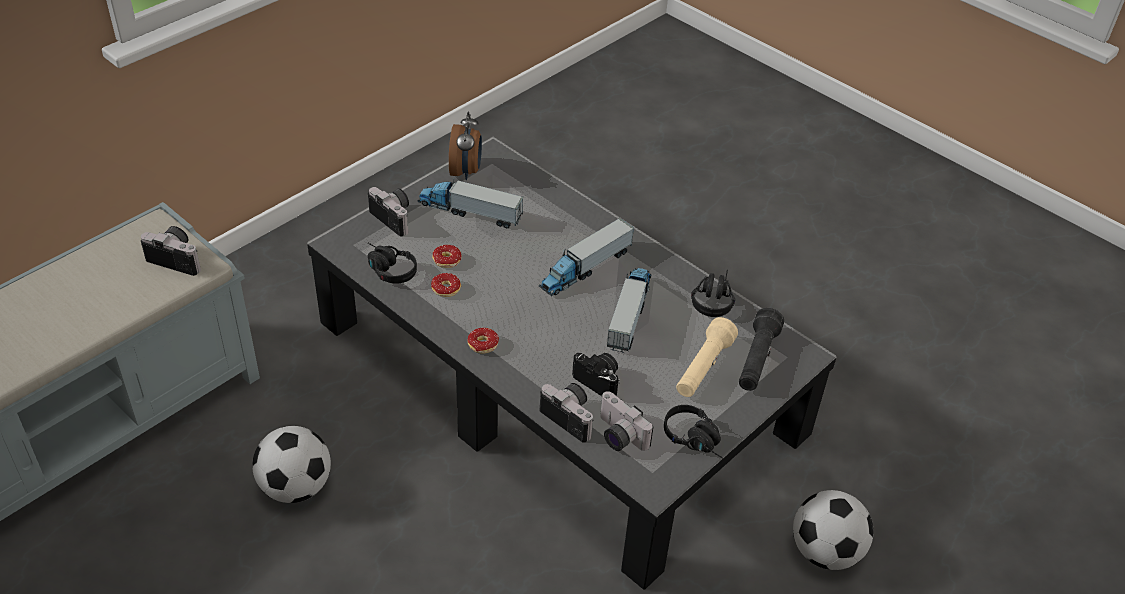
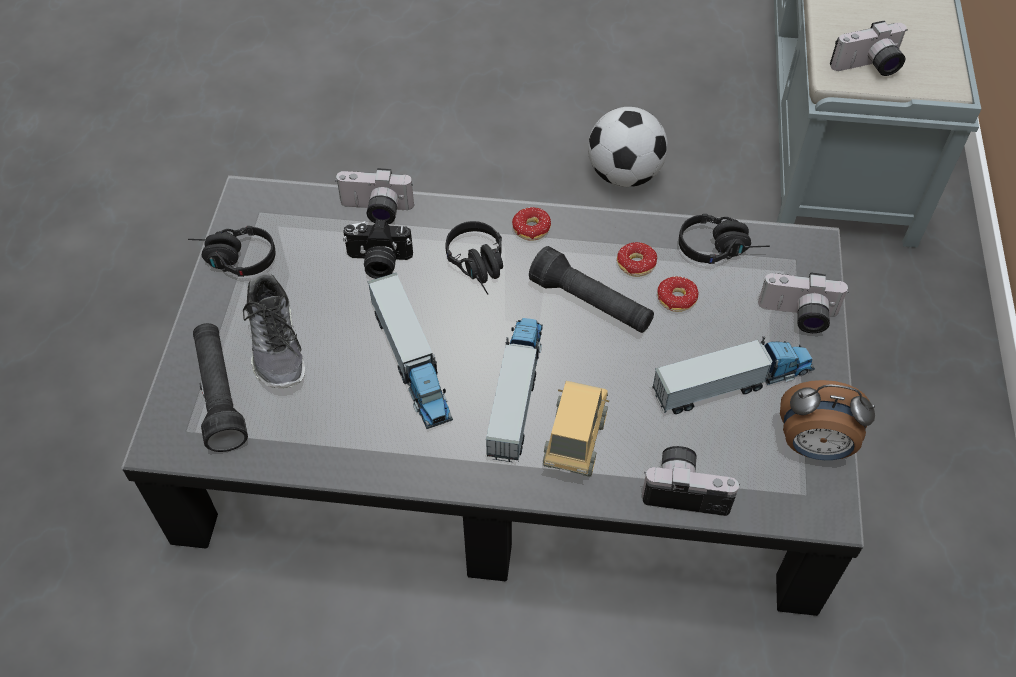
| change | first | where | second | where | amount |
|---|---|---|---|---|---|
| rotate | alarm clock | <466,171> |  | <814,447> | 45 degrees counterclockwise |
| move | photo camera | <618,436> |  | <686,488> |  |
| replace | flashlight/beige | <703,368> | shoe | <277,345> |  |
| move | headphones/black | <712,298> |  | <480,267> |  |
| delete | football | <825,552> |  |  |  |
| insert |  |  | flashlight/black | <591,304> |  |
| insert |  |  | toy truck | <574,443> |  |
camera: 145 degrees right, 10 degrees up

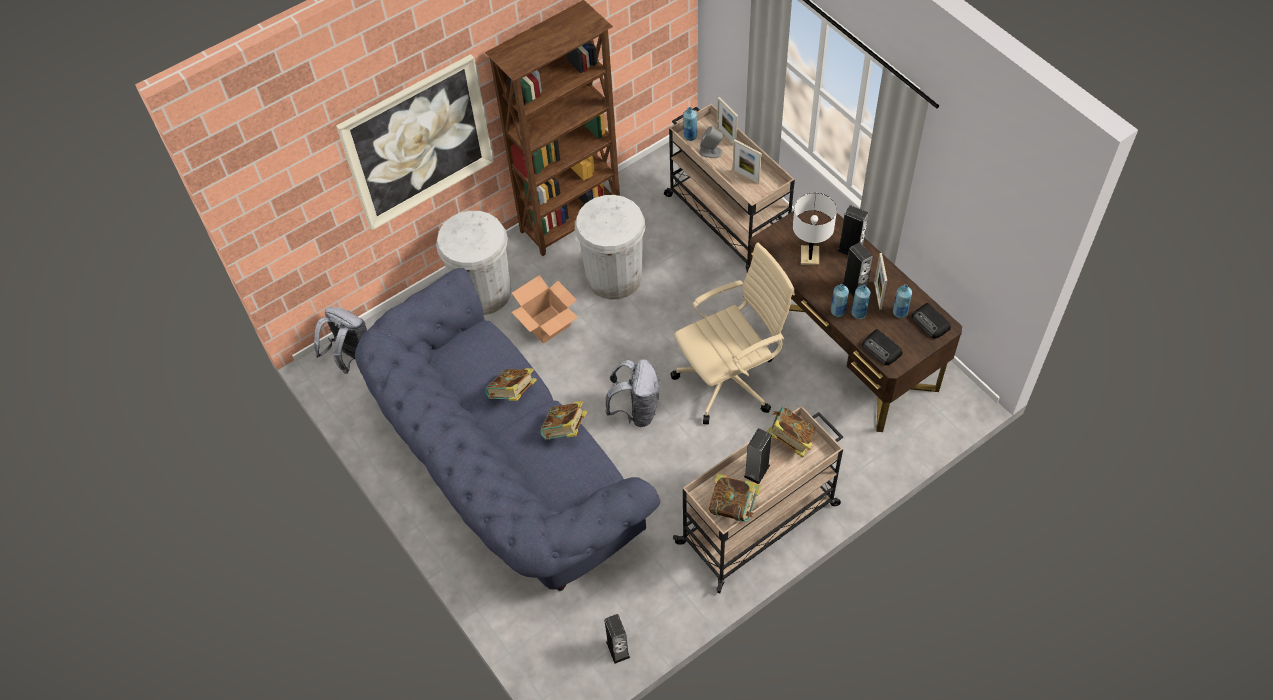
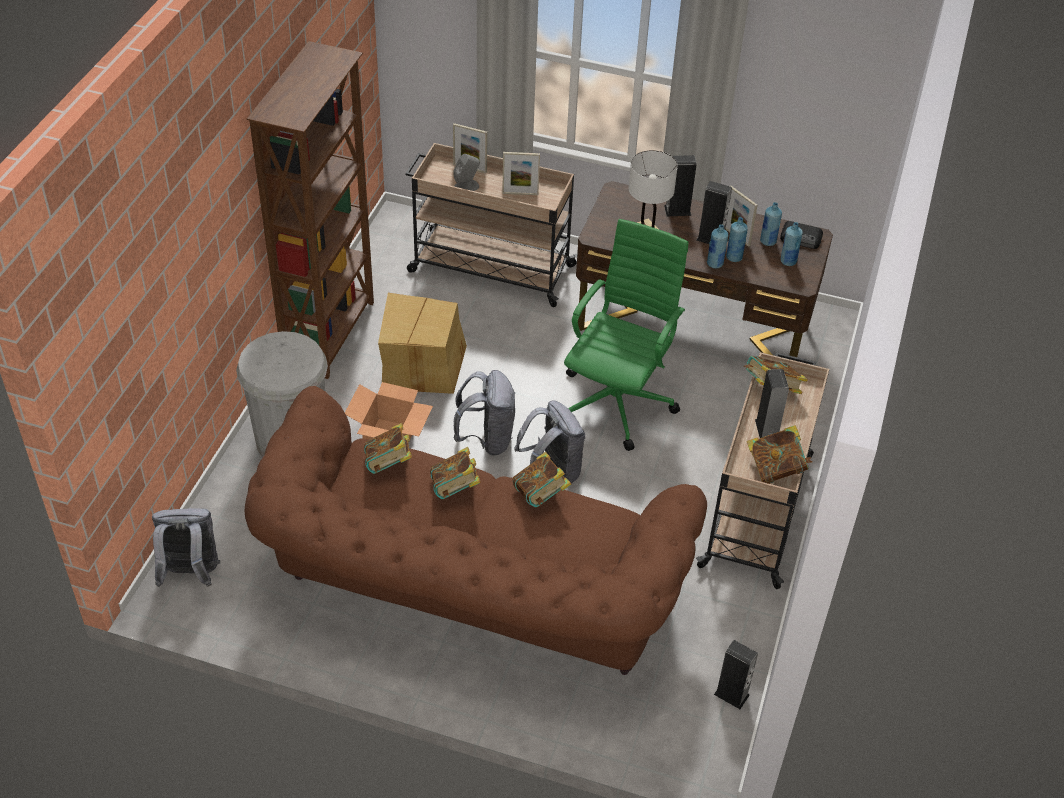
| change | first | where | second | where | amount |
|---|---|---|---|---|---|
| delete | picture | <418,142> |  |  |  |
| recolor | sofa/blue | <505,471> | sofa/brown | <468,595> |  |
| replace | trash can/white | <614,277> | cardboard box | <421,364> |  |
| recolor | office chair/beige | <730,379> | office chair/green | <617,401> |  |
| move | bottle/blue | <690,136> |  | <788,261> |  |
| delete | radio | <882,349> |  |  |  |
| insert |  |  | book | <388,464> |  |
| insert |  |  | backpack/grey | <487,439> |  |
camera: 40 degrees left, 10 degrees down

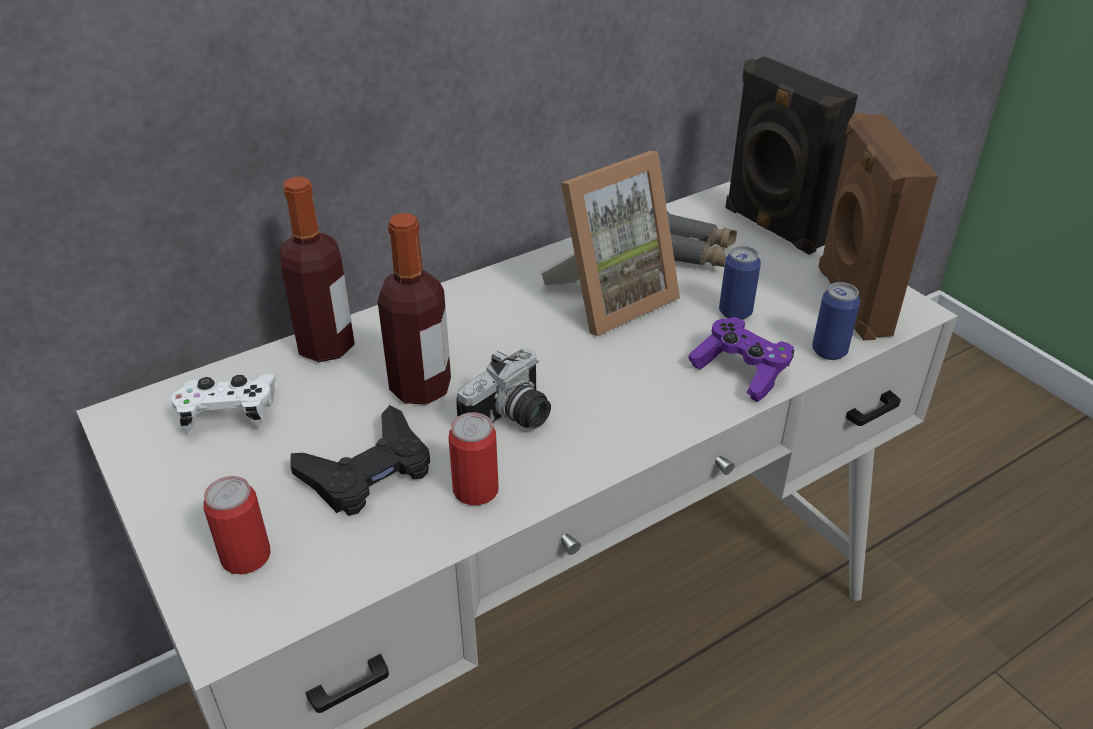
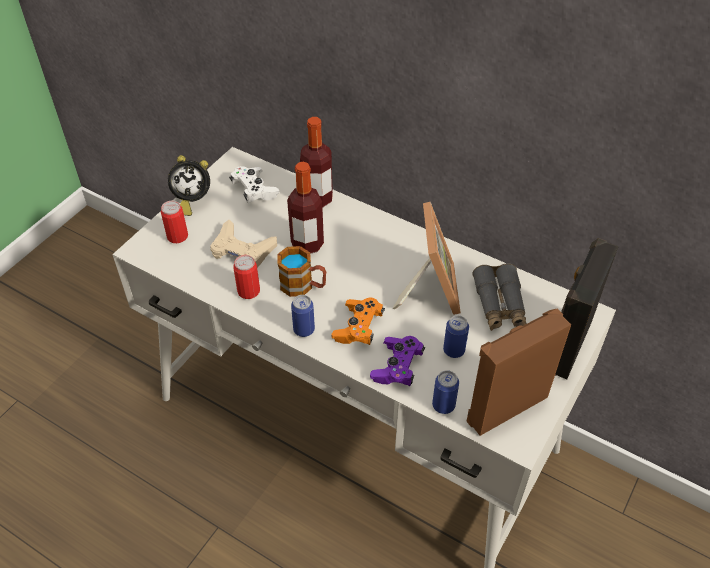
| change | first | where | second | where | amount |
|---|---|---|---|---|---|
| recolor | game controller/black | <368,471> | game controller/beige | <242,250> |  |
| replace | photo camera | <512,419> | mug | <303,286> |  |
| rotate | picture frame | <610,298> |  | <429,289> | 120 degrees counterclockwise |
| insert |  |  | alarm clock | <191,201> |  |
| insert |  |  | can | <304,330> |  |
| insert |  |  | game controller/orange | <358,328> |  |
camera: 65 degrees right, 10 degrees up

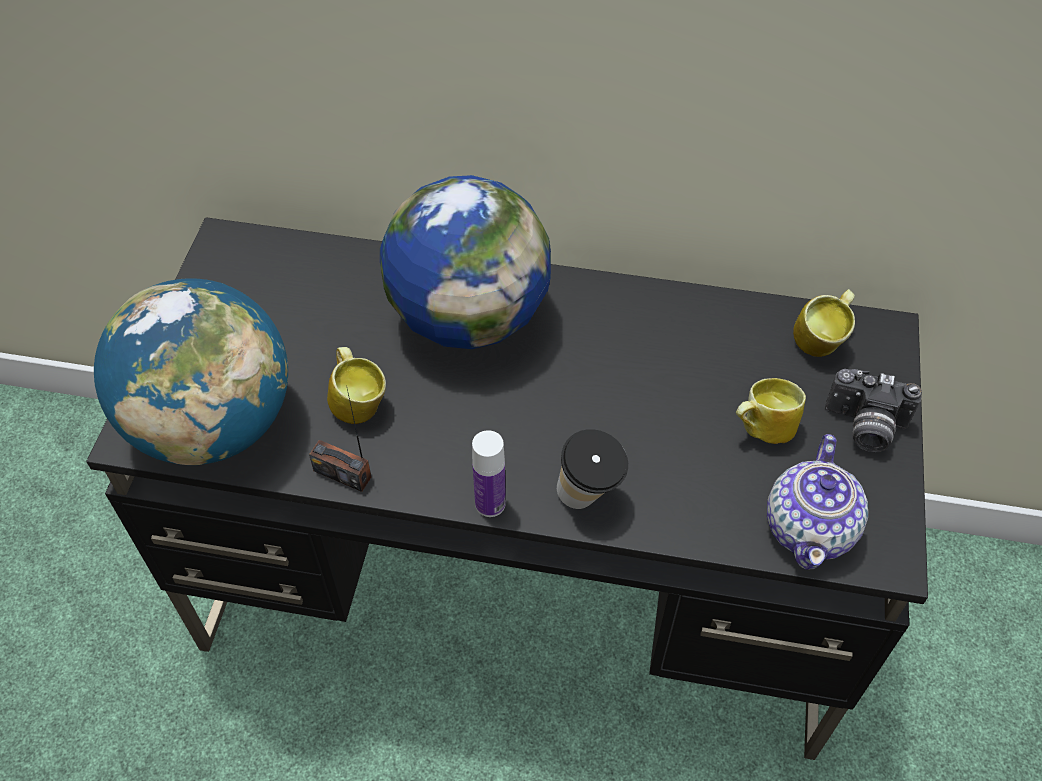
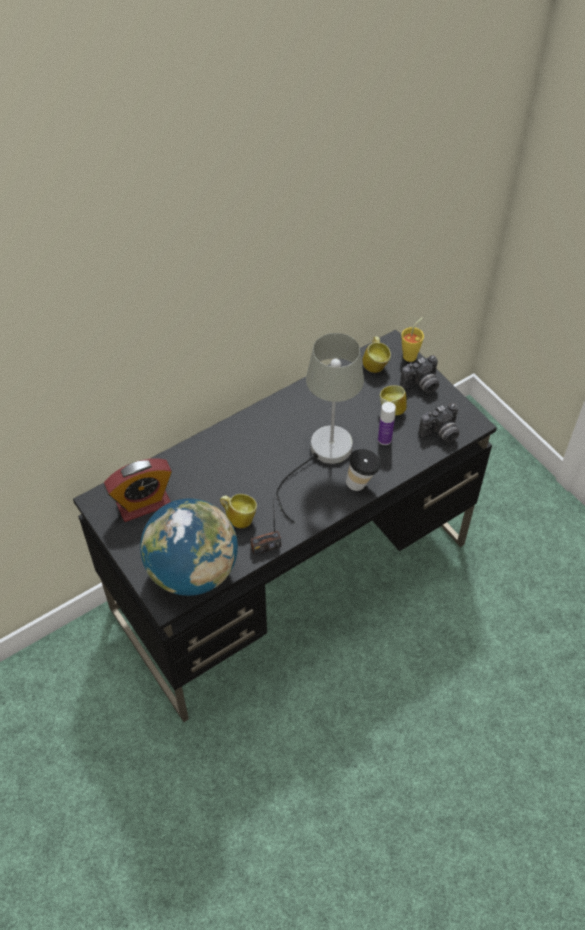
| change | first | where | second | where | amount |
|---|---|---|---|---|---|
| delete | globe | <469,318> |  |  |  |
| move | bottle | <490,504> |  | <384,439> |  |
| replace | teapot | <810,527> | photo camera | <441,433> |  |
| insert |  |  | alarm clock | <143,503> |  |
| insert |  |  | table lamp/grey | <323,456> |  |
| insert |  |  | cup/yellow | <412,354> |  |
camera: 45 degrees left, 0 degrees up

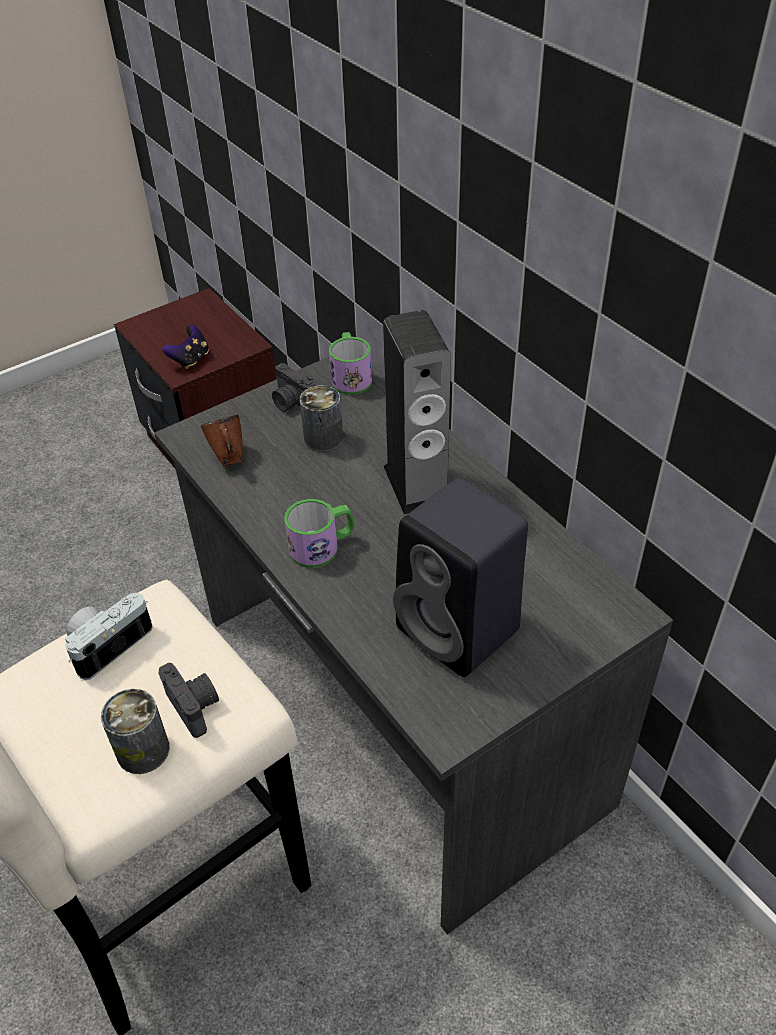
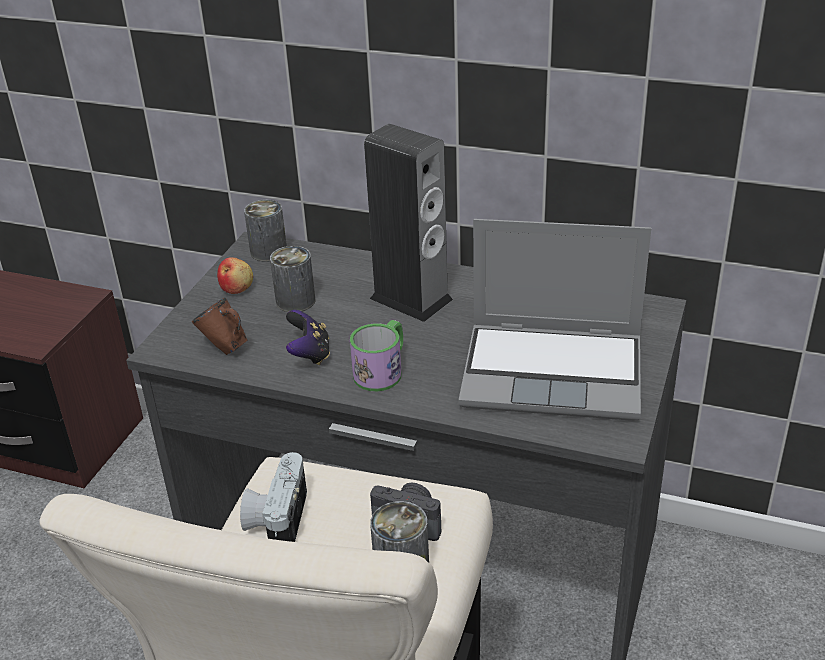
| change | first | where | second | where | amount |
|---|---|---|---|---|---|
| move | game controller | <190,359> |  | <309,354> |  |
| replace | photo camera | <292,403> | apple | <237,288> |  |
| replace | mug | <350,376> | can | <268,251> |  |
| replace | speaker/black | <461,630> | laptop | <555,372> |  |
camera: 35 degrees left, 10 degrees down

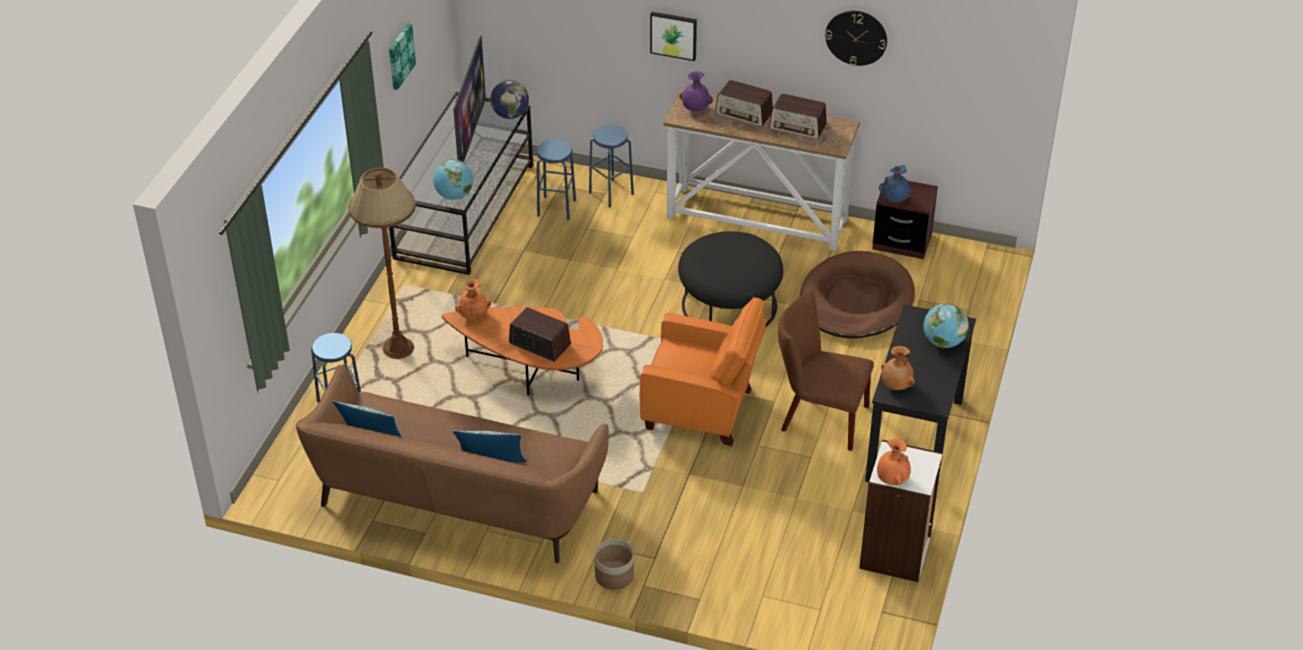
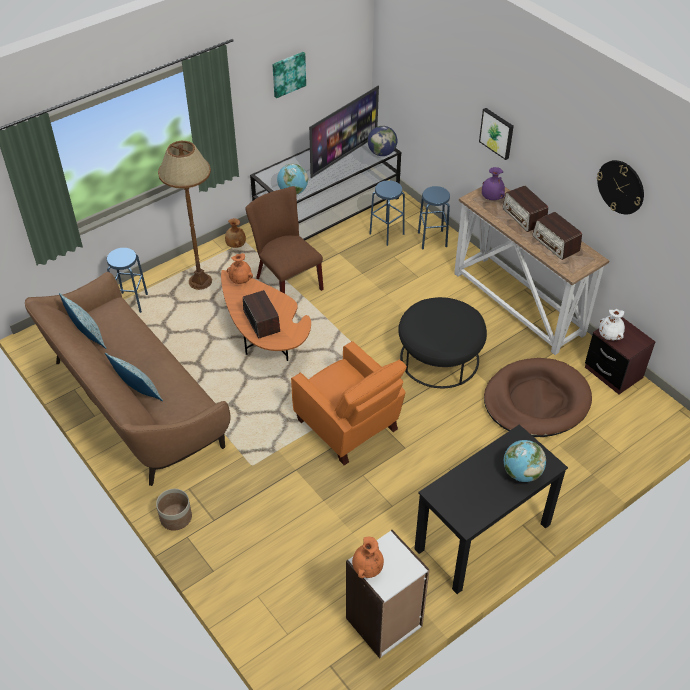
| change | first | where | second | where | amount |
|---|---|---|---|---|---|
| move | chair/brown | <818,418> |  | <285,282> |  |
| recolor | vase/blue | <894,199> | vase/white | <610,336> |  |
| move | vase/brown | <896,385> |  | <235,245> |  |
camera: 35 degrees right, 5 degrees up

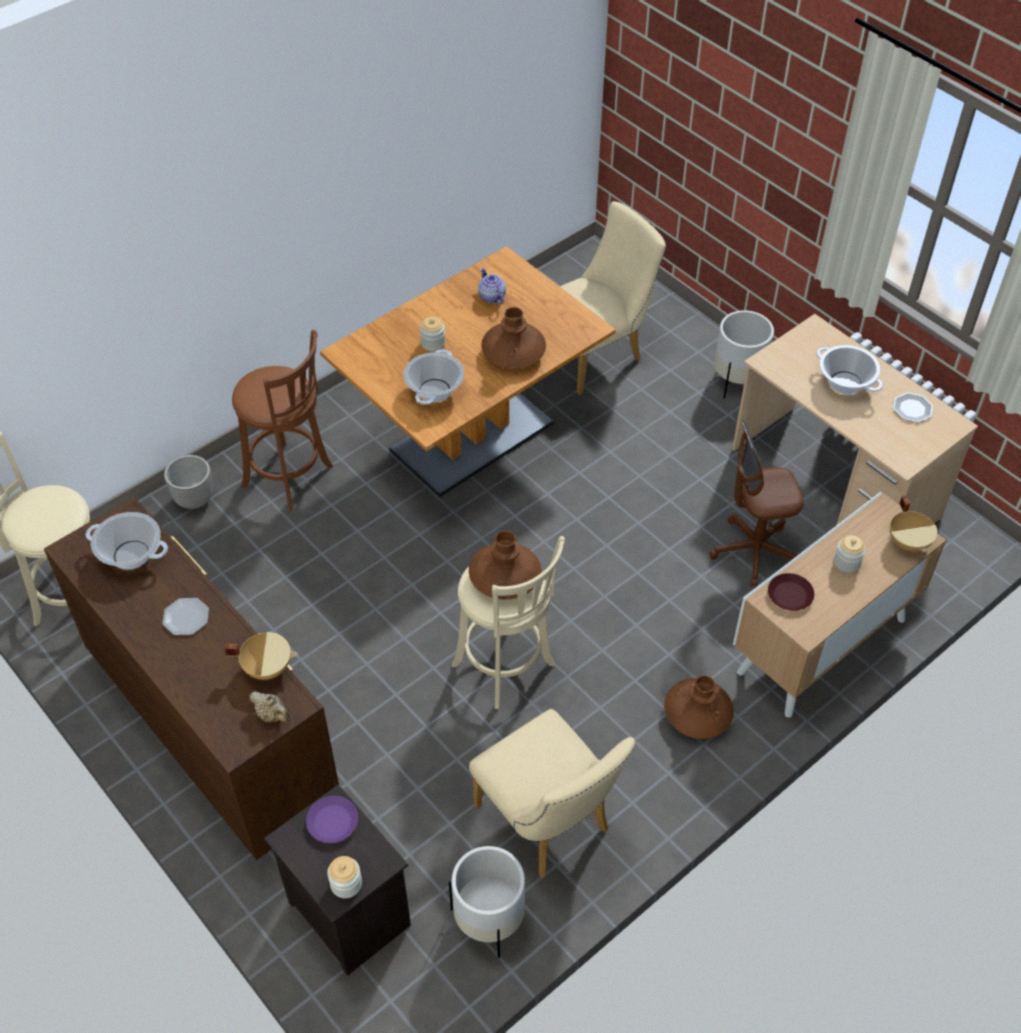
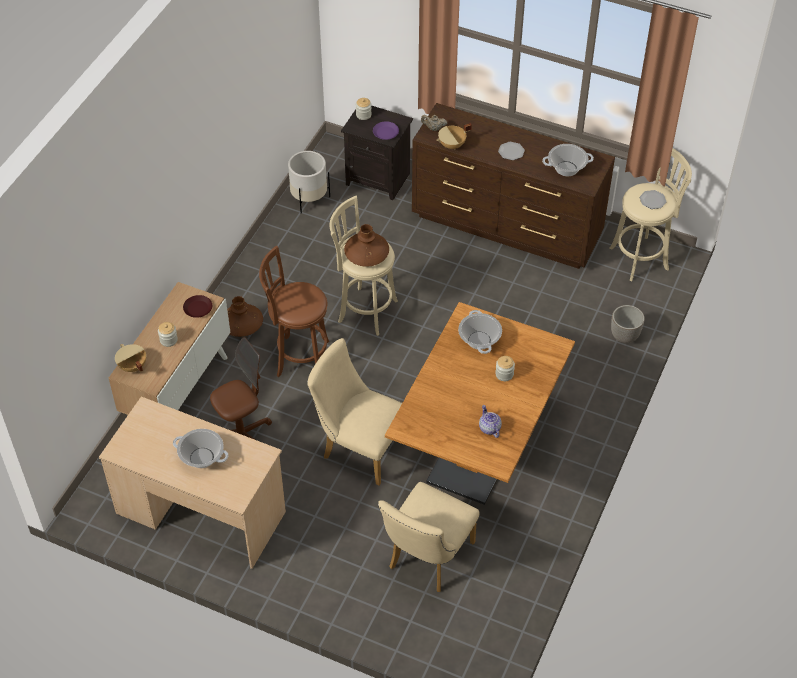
| change | first | where | second | where | amount |
|---|---|---|---|---|---|
| move | stool/brown | <291,478> |  | <299,358> |  |
| move | chair/beige | <548,825> |  | <359,447> |  |
| rotate | teapot | <491,296> |  | <489,428> | 150 degrees counterclockwise |
| delete | vase/brown | <513,354> |  |  |  |
| delete | planter/white | <737,380> |  |  |  |
| move | plate | <912,408> |  | <653,200> |  |
camera: 155 degrees right, 0 degrees up

